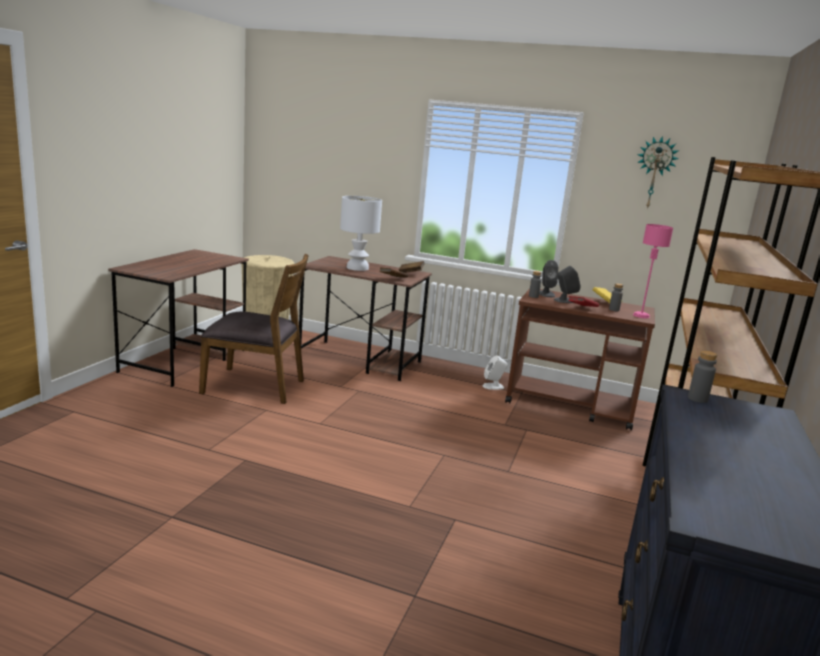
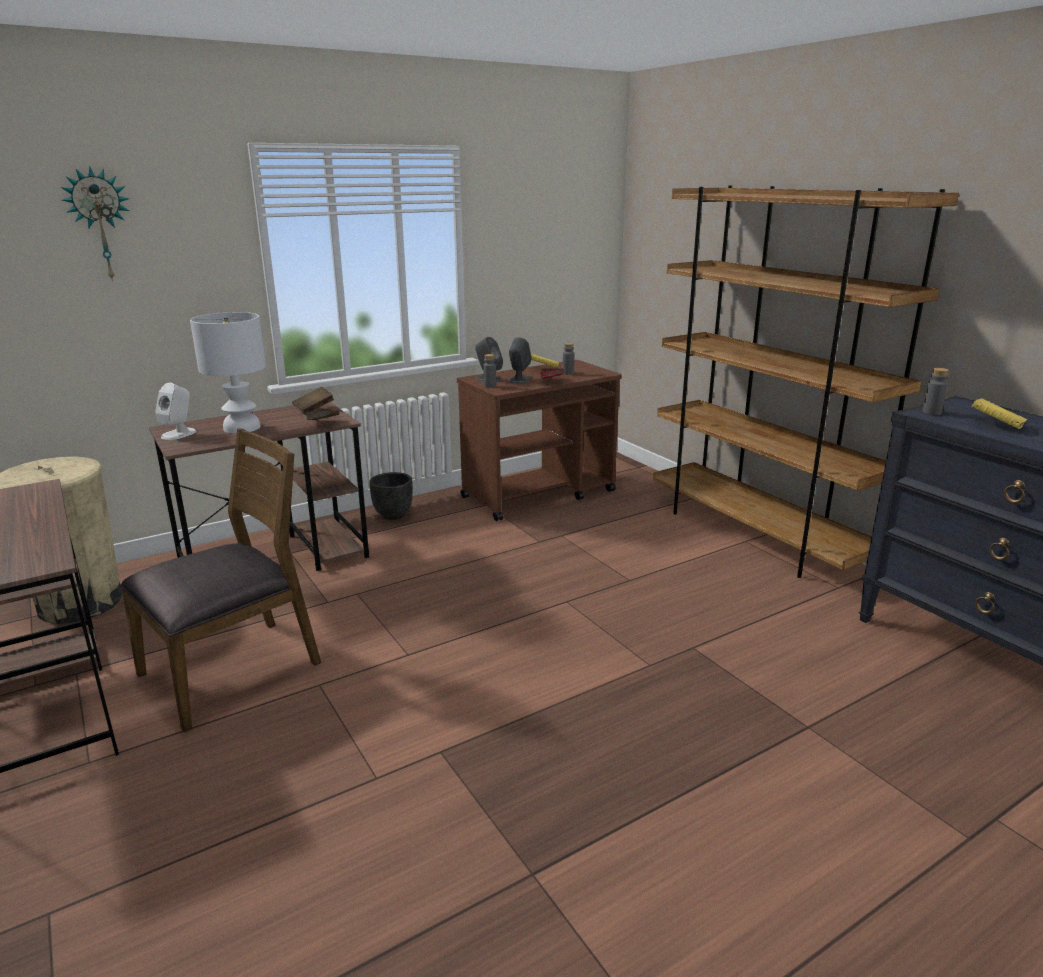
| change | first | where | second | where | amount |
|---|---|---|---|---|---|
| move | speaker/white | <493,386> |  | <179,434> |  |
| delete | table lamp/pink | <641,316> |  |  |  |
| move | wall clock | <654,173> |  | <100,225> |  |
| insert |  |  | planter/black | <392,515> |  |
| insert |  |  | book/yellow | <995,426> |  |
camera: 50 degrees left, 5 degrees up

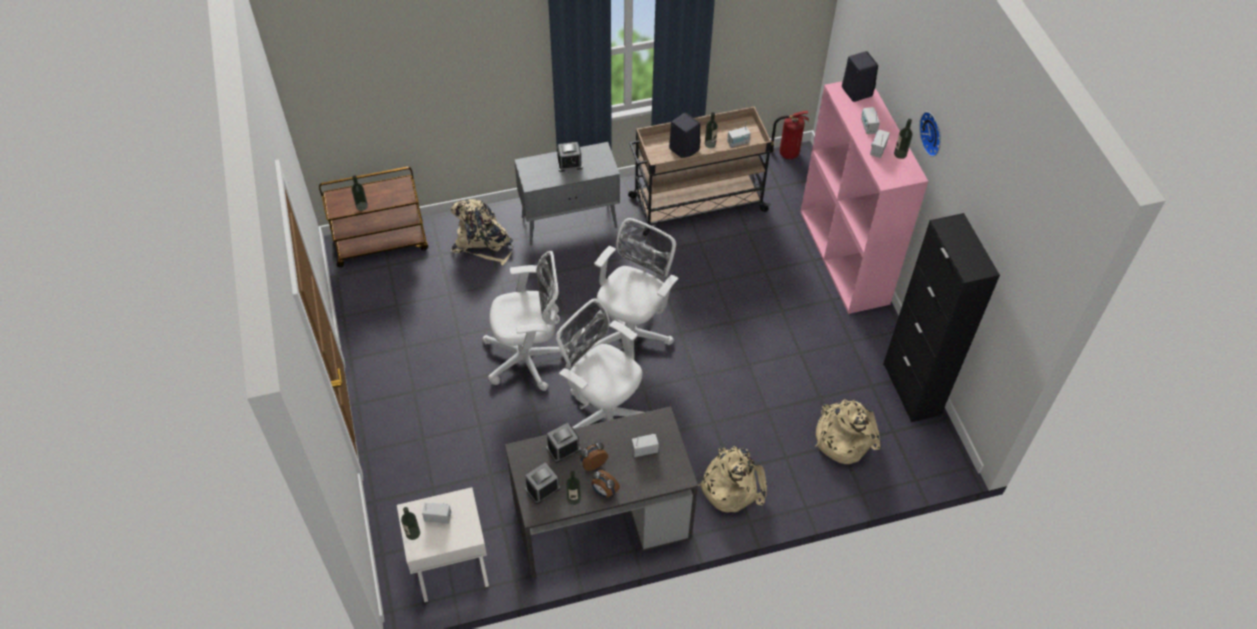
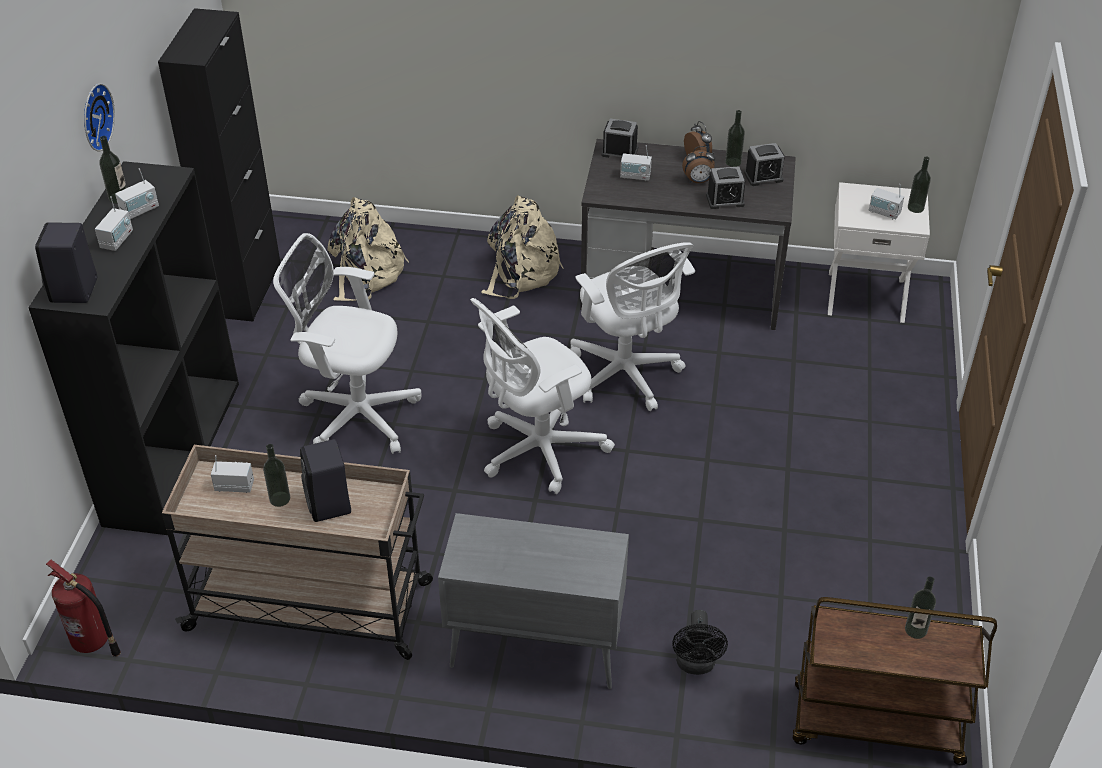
| change | first | where | second | where | amount |
|---|---|---|---|---|---|
| replace | backpack/beige | <483,242> | fan/black | <696,665> |  |
| move | office chair/white | <529,358> |  | <355,414> |  |
| move | alarm clock | <569,164> |  | <619,152> |  |
| recolor | bookcase/pink | <845,257> | bookcase/black | <172,450> |  |
camera: 155 degrees left, 10 degrees down

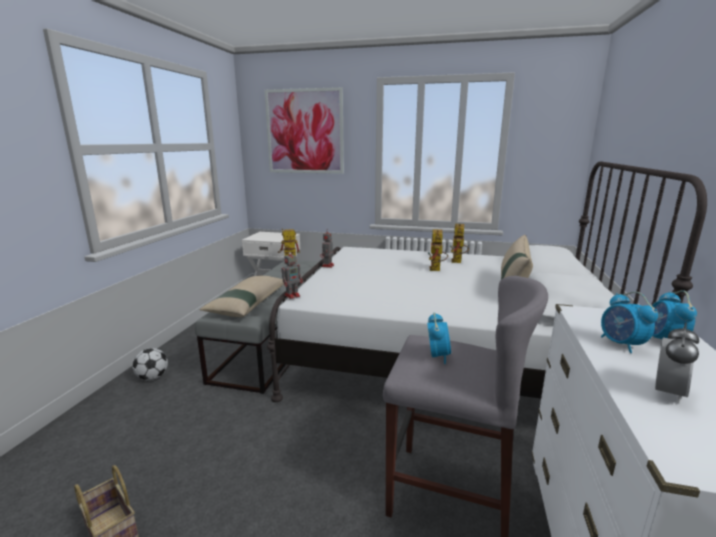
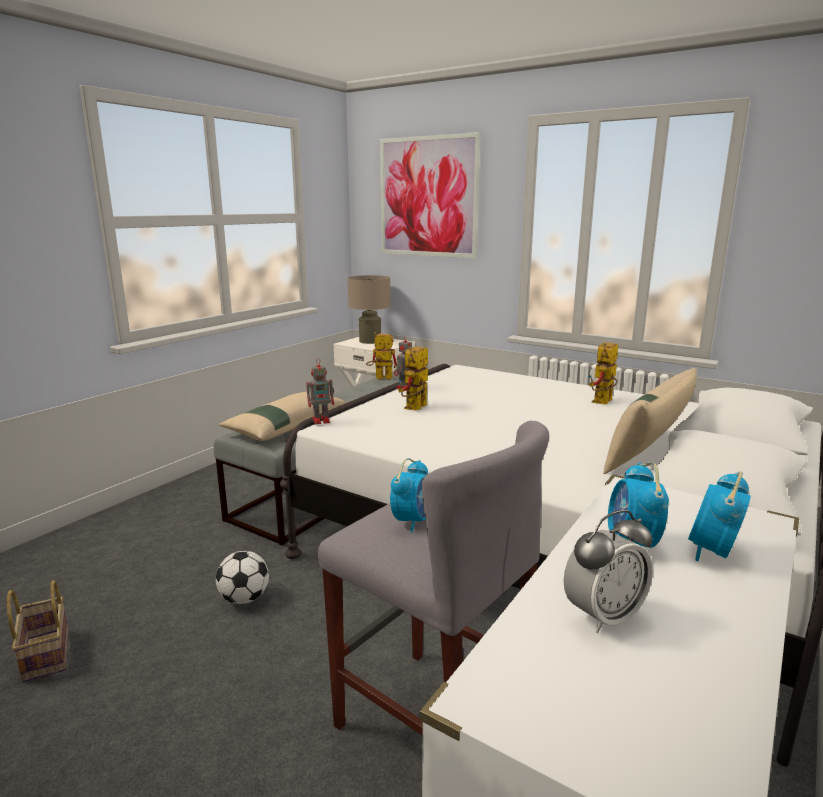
| change | first | where | second | where | amount |
|---|---|---|---|---|---|
| move | football | <152,377> |  | <244,598> |  |
| move | toy robot | <436,270> |  | <415,409> |  |
| insert |  |  | table lamp/beige | <370,341> |  |
camera: 20 degrees right, 0 degrees up

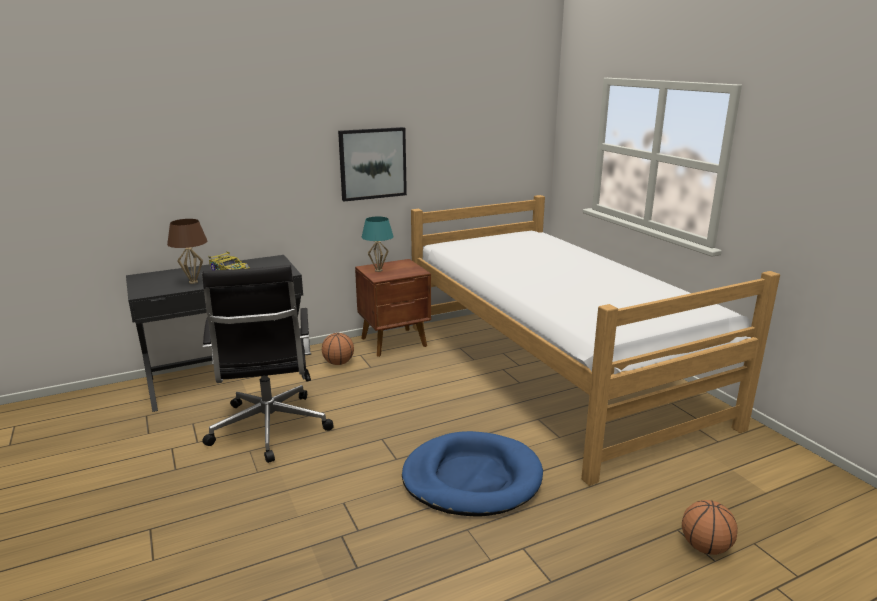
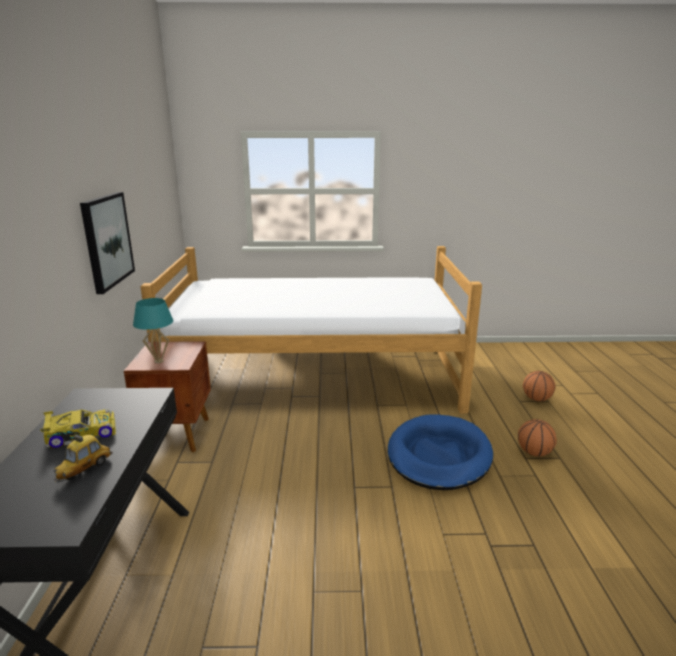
| change | first | where | second | where | amount |
|---|---|---|---|---|---|
| replace | table lamp/brown | <193,282> | toy car | <84,469> |  |
| delete | office chair/black | <269,429> |  |  |  |
| move | basketball | <338,363> |  | <534,453> |  |
camera: 65 degrees left, 0 degrees up

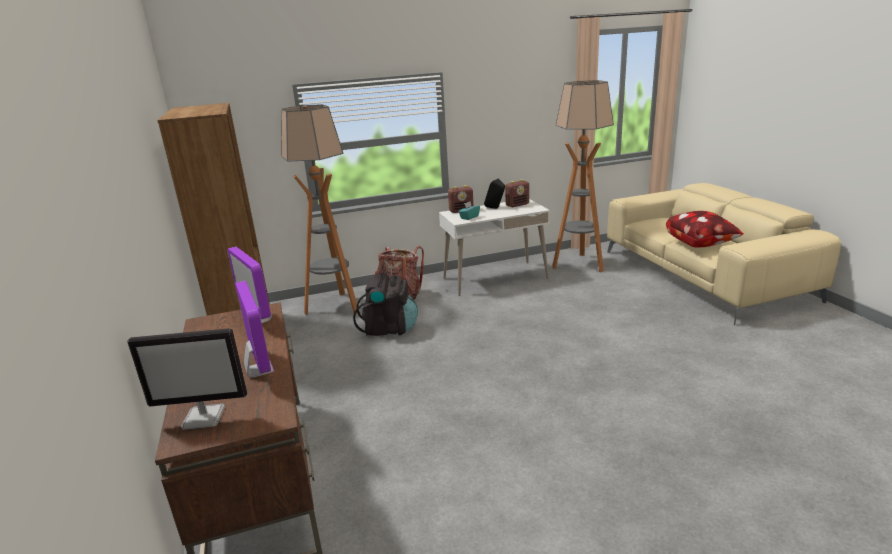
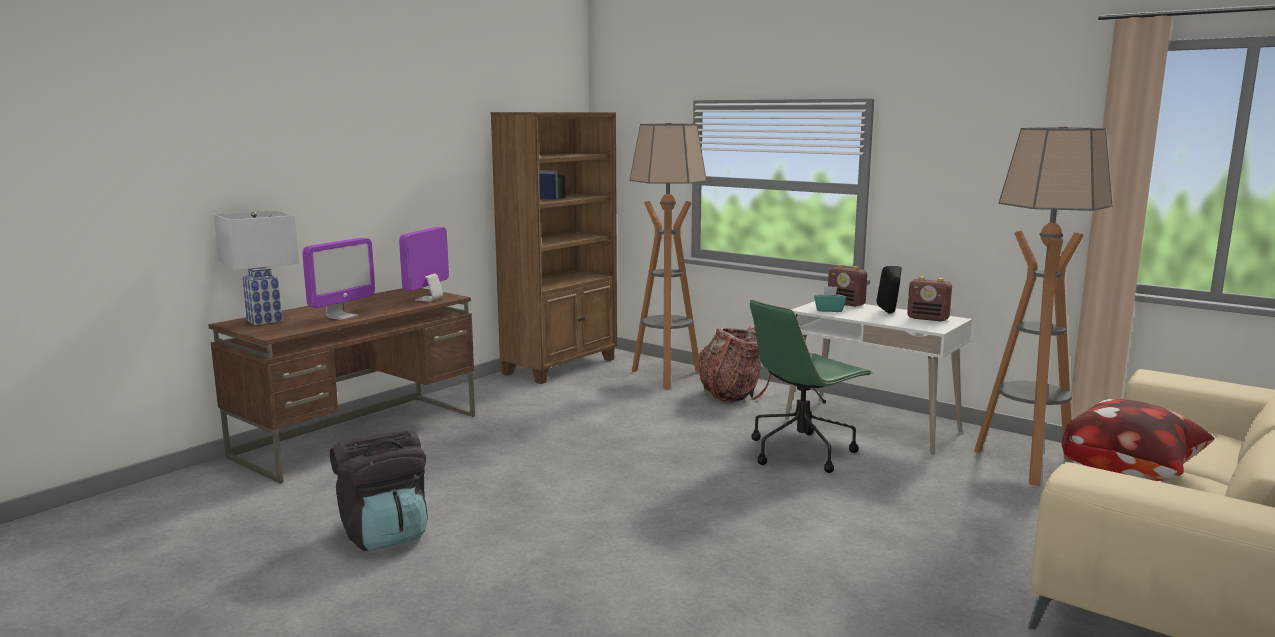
| change | first | where | second | where | amount |
|---|---|---|---|---|---|
| replace | monitor | <204,417> | table lamp/white | <265,320> |  |
| move | backpack/black | <389,328> |  | <384,534> |  |
| insert |  |  | office chair/green | <802,451> |  |
camera: 55 degrees right, 10 degrees down

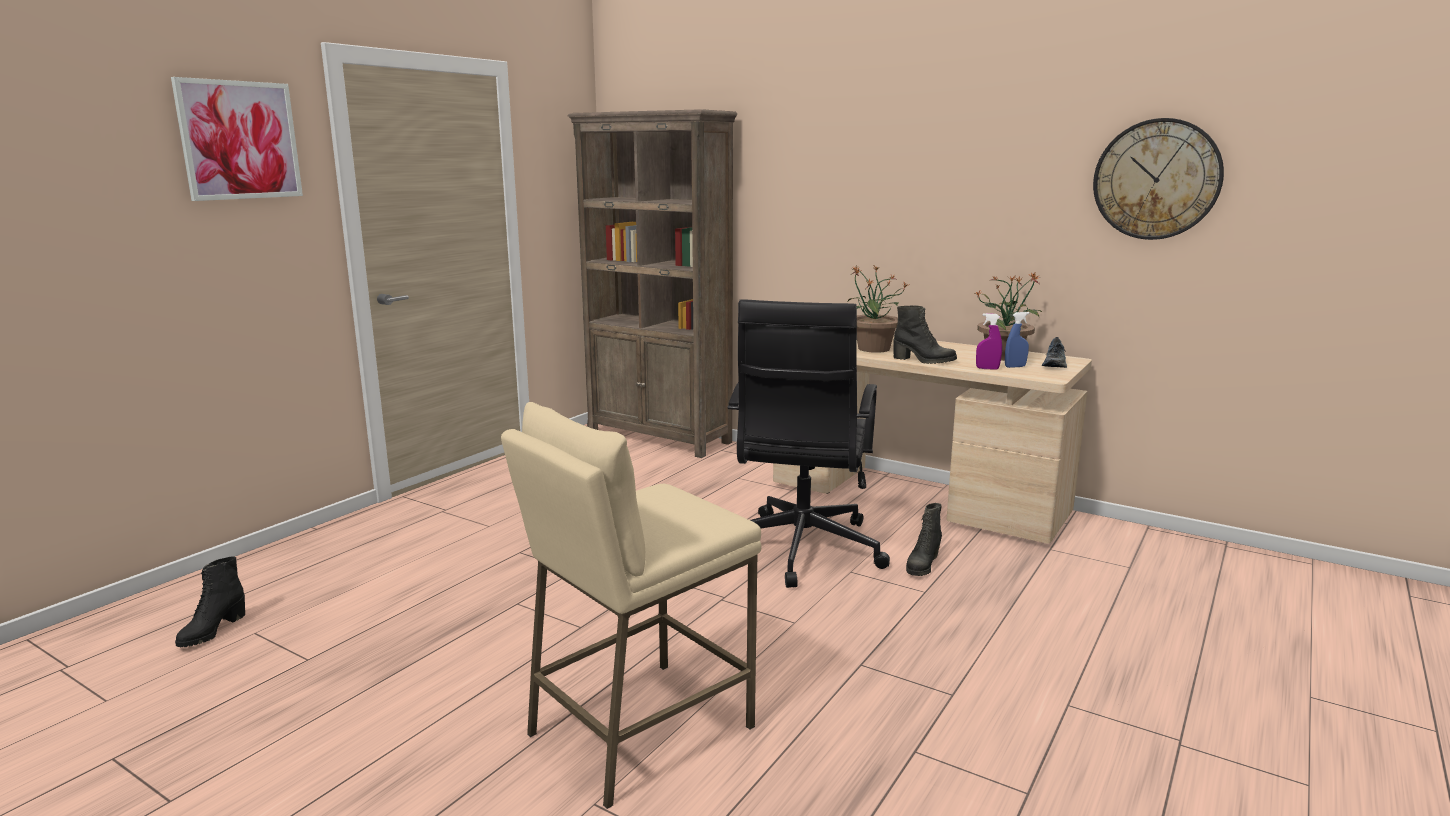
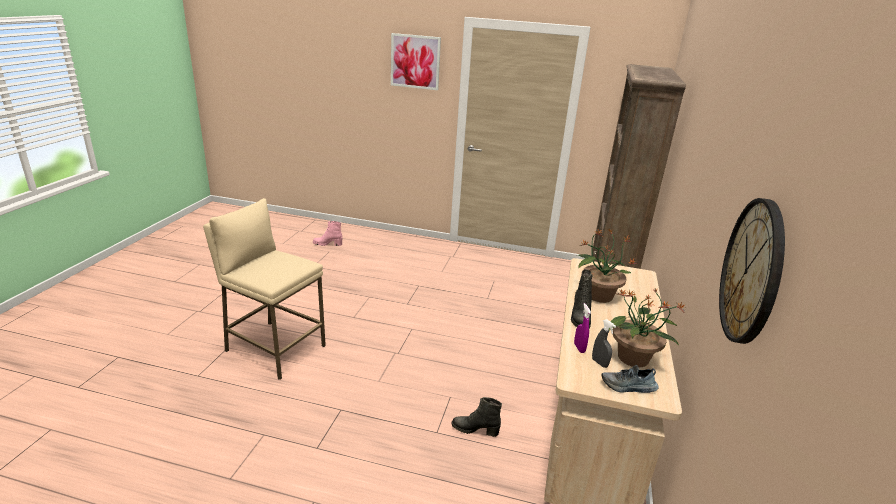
| change | first | where | second | where | amount |
|---|---|---|---|---|---|
| recolor | boot/black | <212,631> | boot/pink | <327,244> |  |
| delete | office chair/black | <800,551> |  |  |  |
| recolor | spray bottle/blue | <1015,366> | spray bottle/grey | <599,363> |  |
camera: 70 degrees right, 10 degrees up

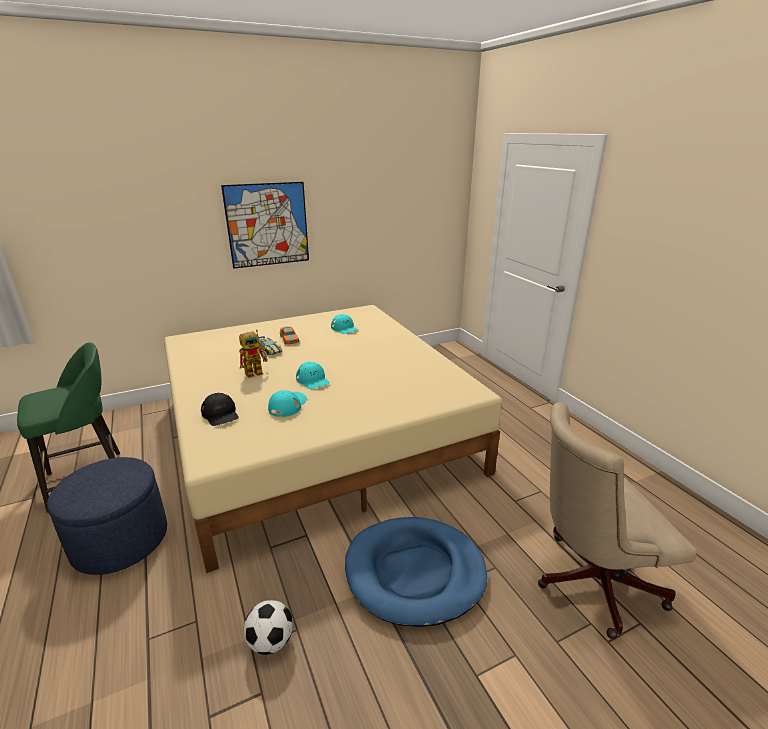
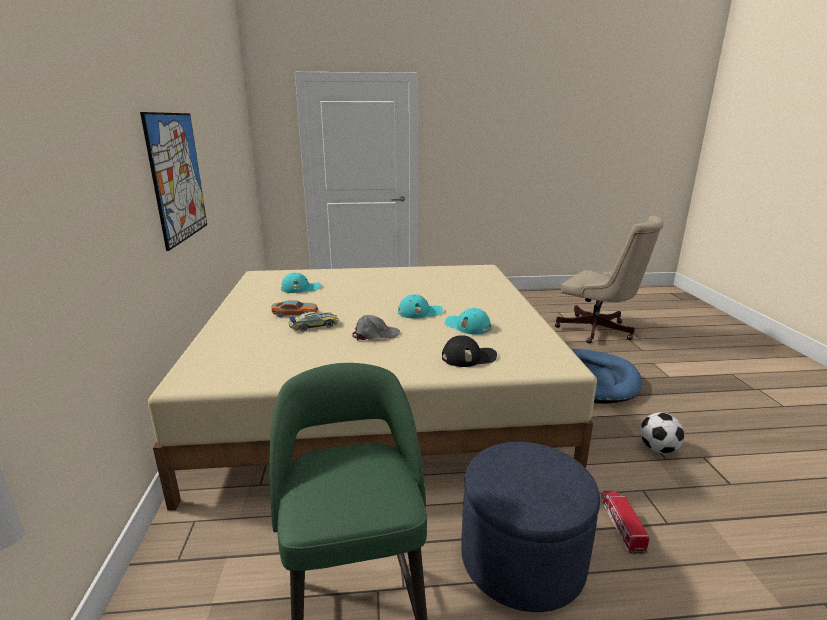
| change | first | where | second | where | amount |
|---|---|---|---|---|---|
| replace | toy robot | <257,372> | cap/grey | <375,335> |  |
| rotate | office chair/beige | <589,581> |  | <599,331> | 60 degrees counterclockwise |
| insert |  |  | toy truck | <621,524> |  |
camera: 70 degrees left, 5 degrees down

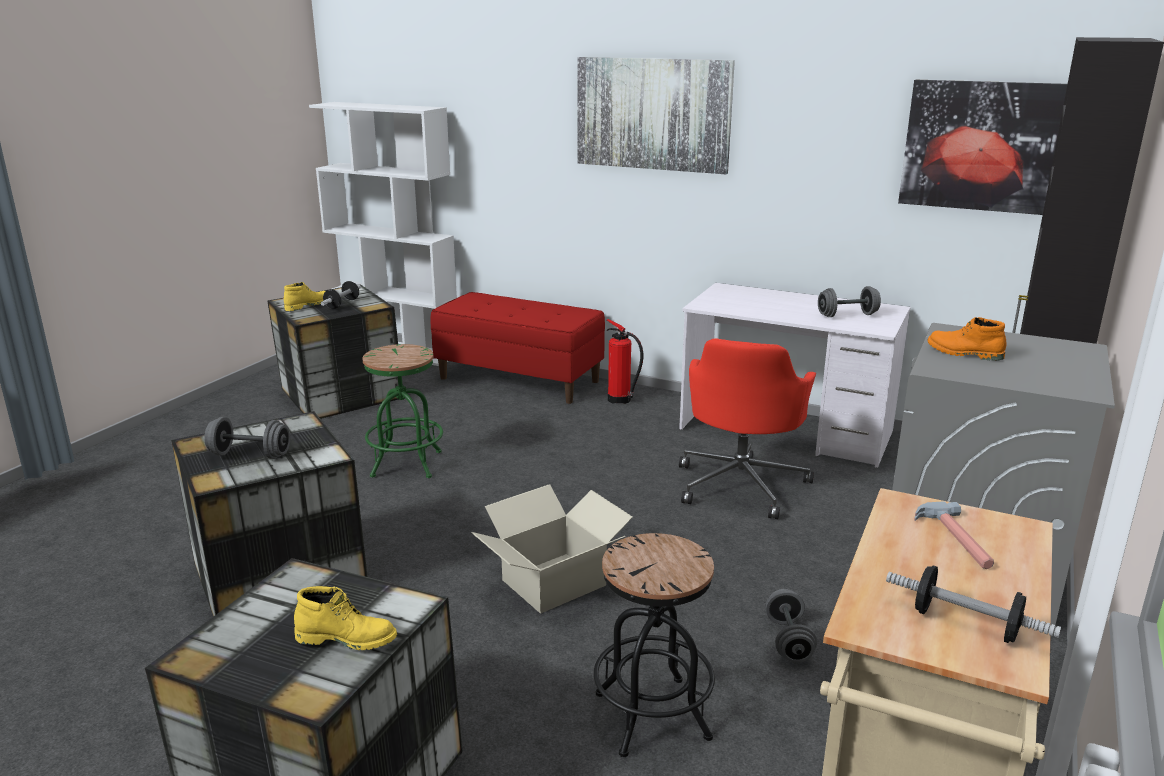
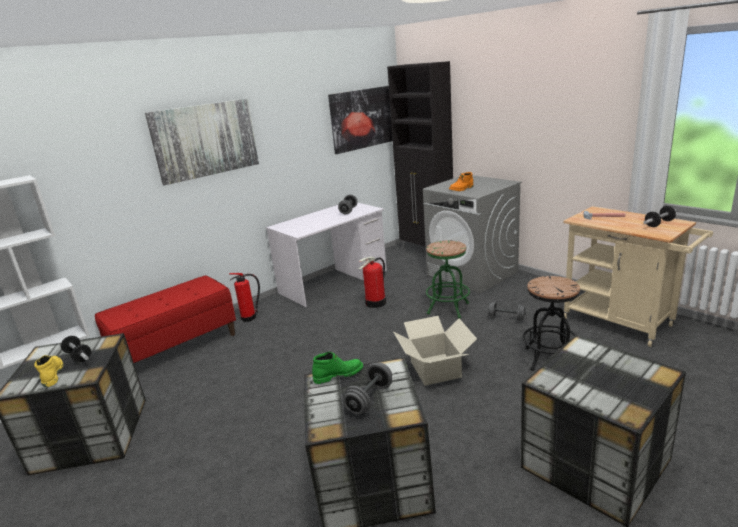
| change | first | where | second | where | amount |
|---|---|---|---|---|---|
| delete | boot/yellow | <347,638> |  |  |  |
| move | stool/green | <406,464> |  | <448,308> |  |
| replace | office chair/red | <741,484> | fire extinguisher | <376,303> |  |
| insert |  |  | boot/green | <338,374> |  |
camera: 65 degrees left, 0 degrees up

